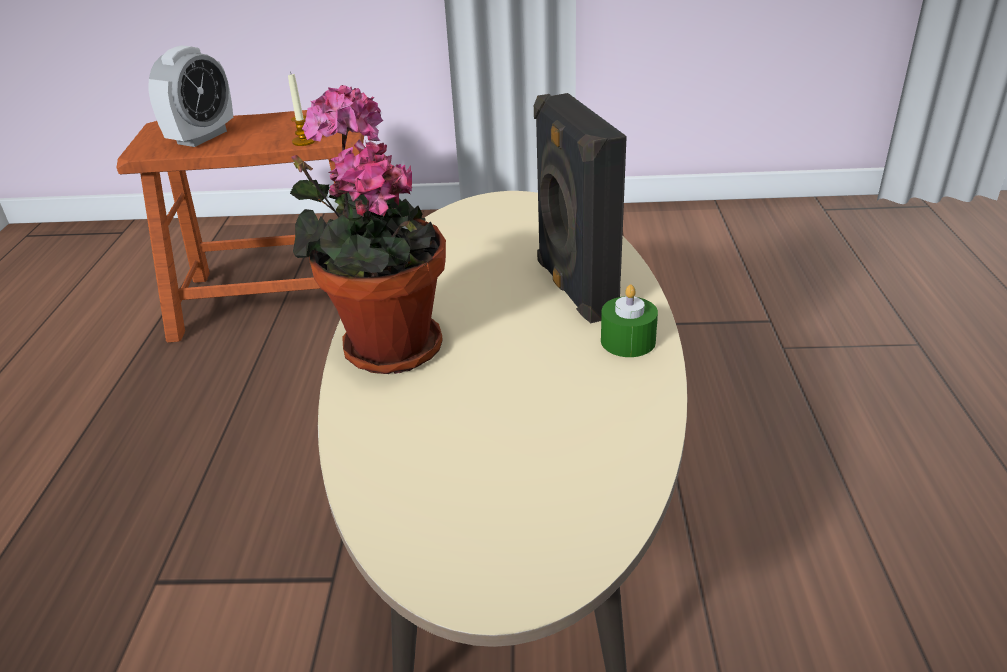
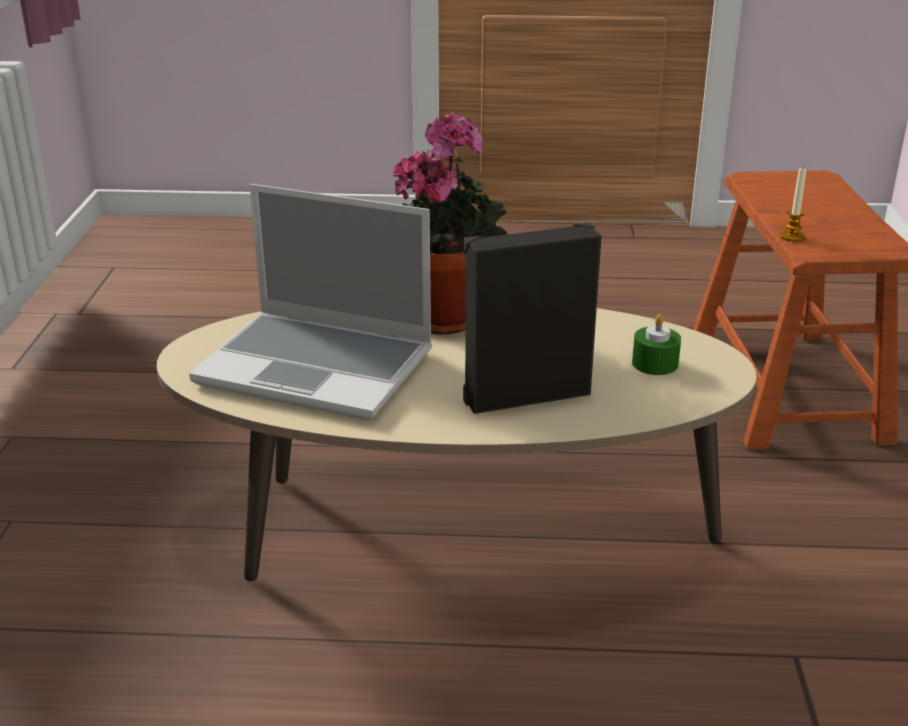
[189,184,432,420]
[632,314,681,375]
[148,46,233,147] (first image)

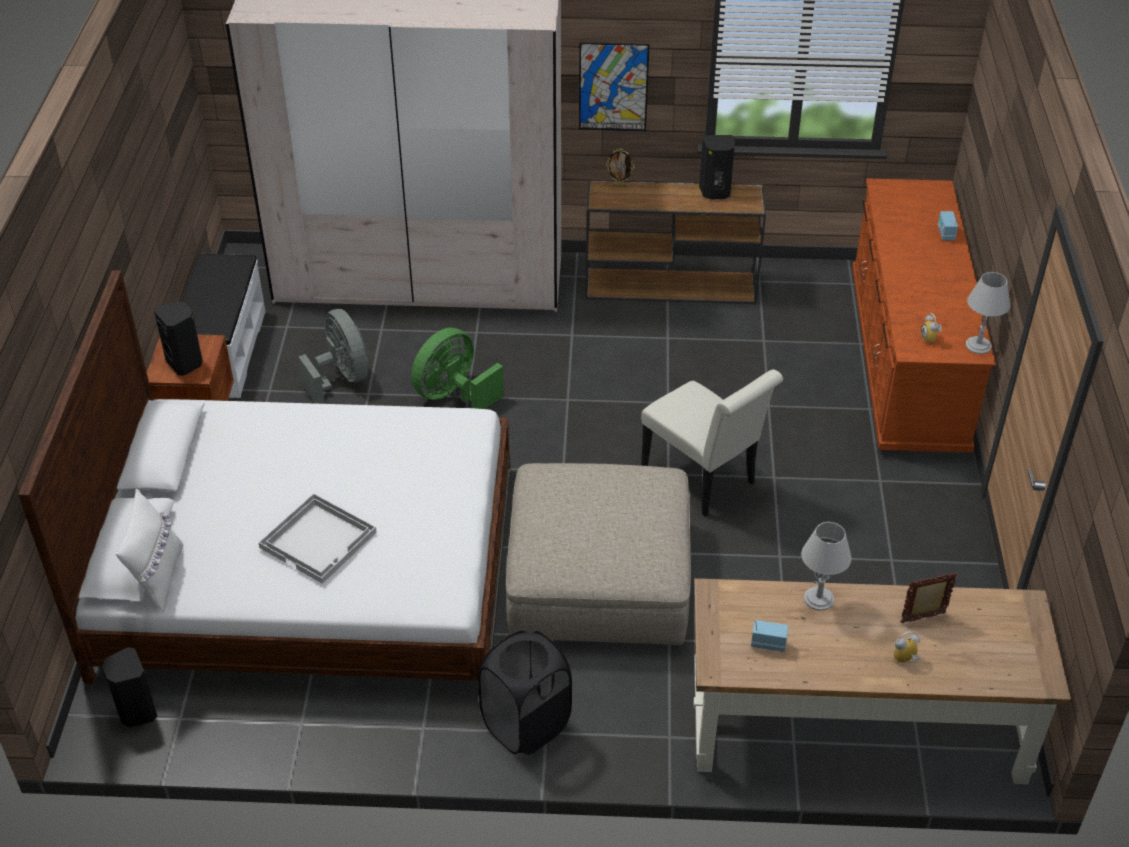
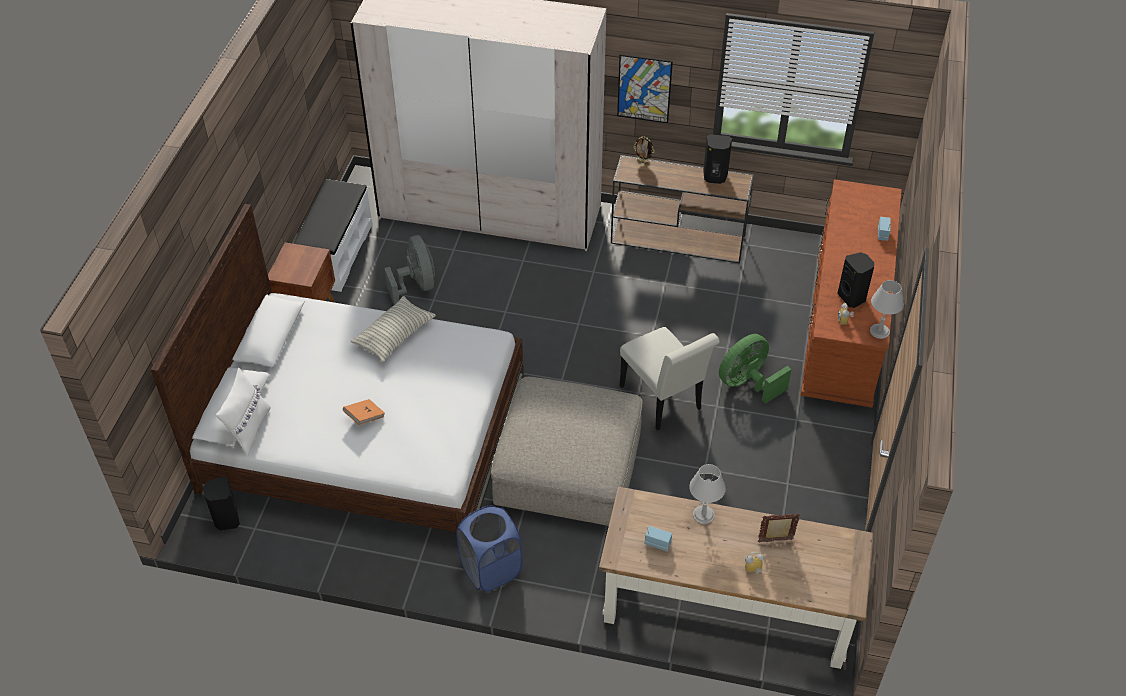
[343,399,385,425]
[351,296,436,363]
[456,505,523,592]
[719,334,792,403]
[837,252,874,308]

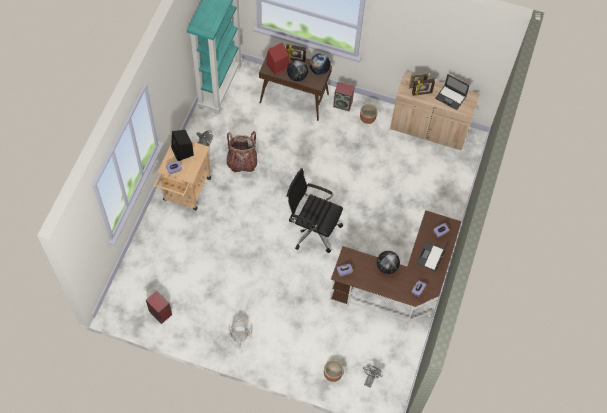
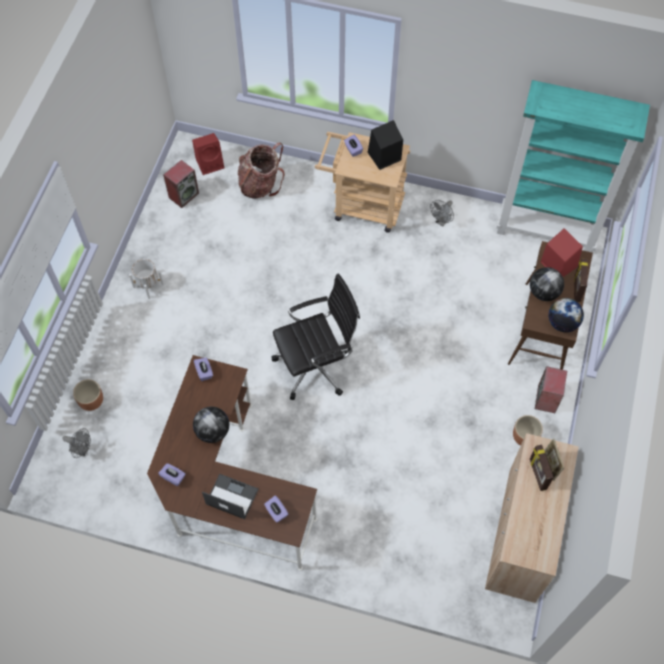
[192,133,224,175]
[238,142,285,199]
[272,274,360,400]
[435,74,470,110] (first image)

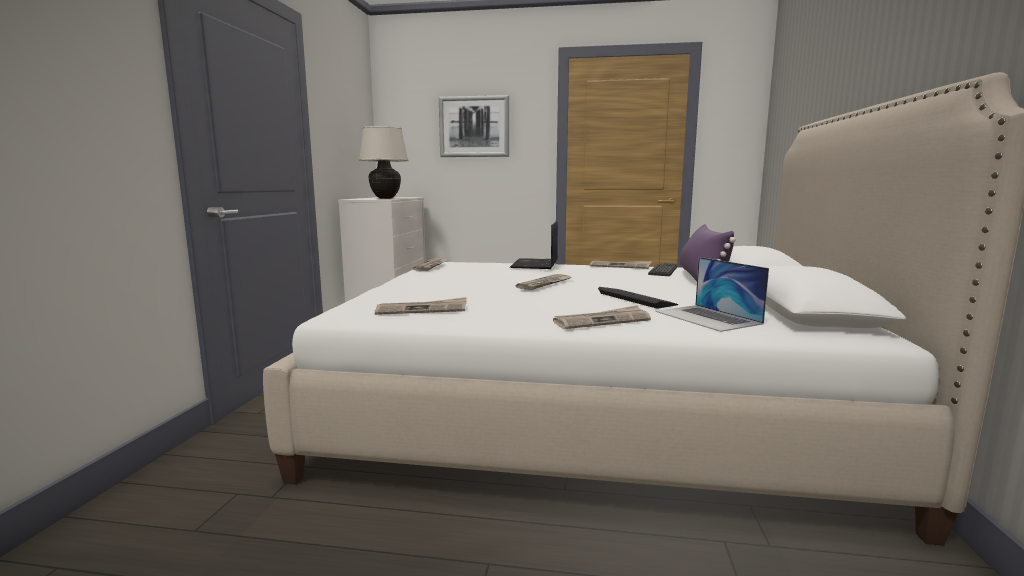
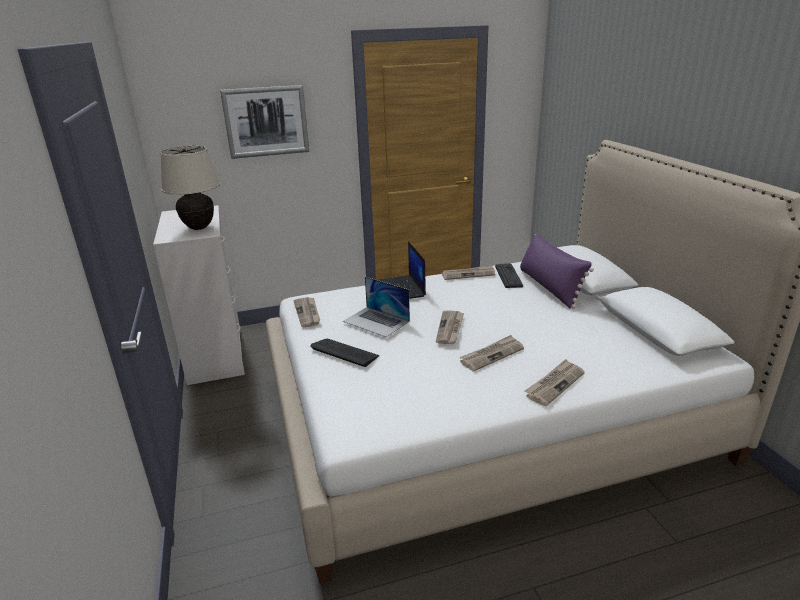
[310,339,379,367]
[343,277,410,337]
[460,335,524,371]

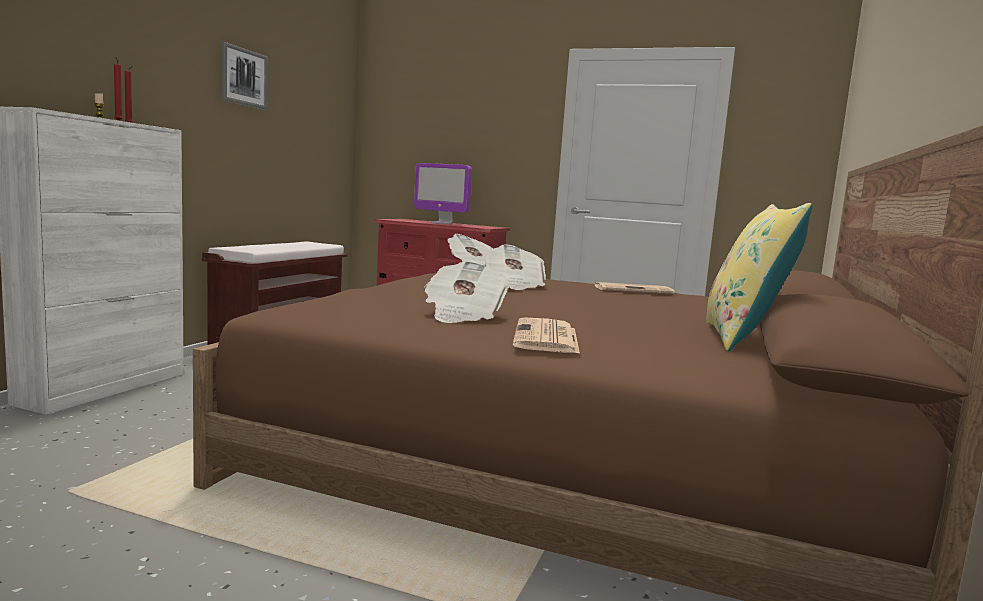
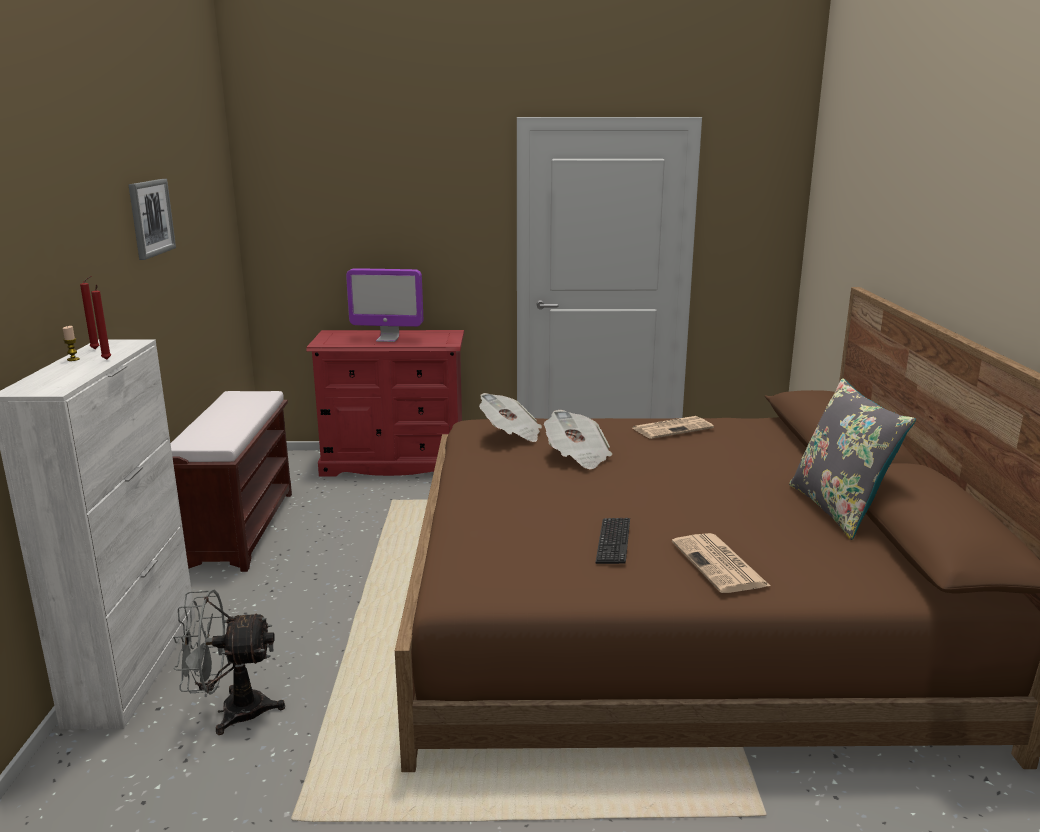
[173,590,285,735]
[596,518,630,564]
[789,378,916,540]

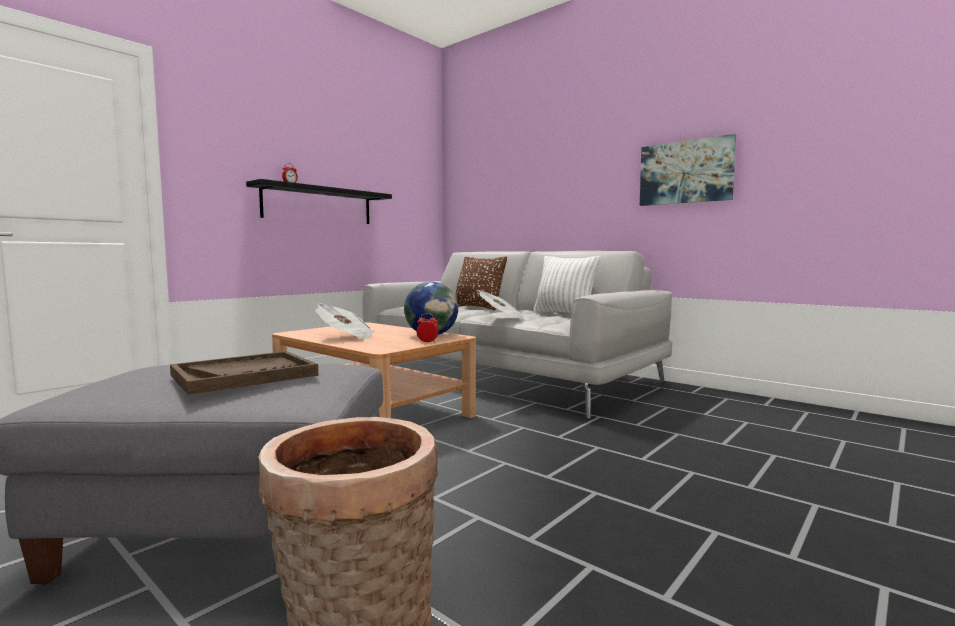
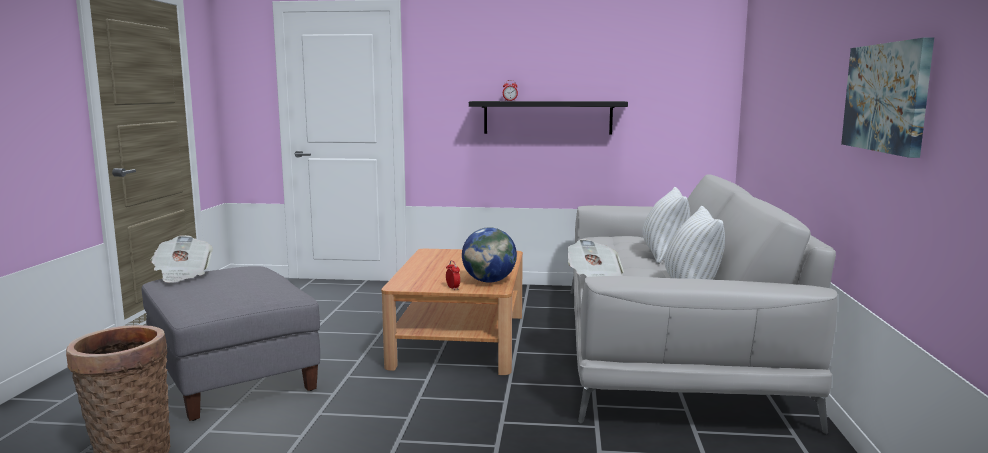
[151,235,213,283]
[643,187,690,264]
[170,351,318,395] (first image)

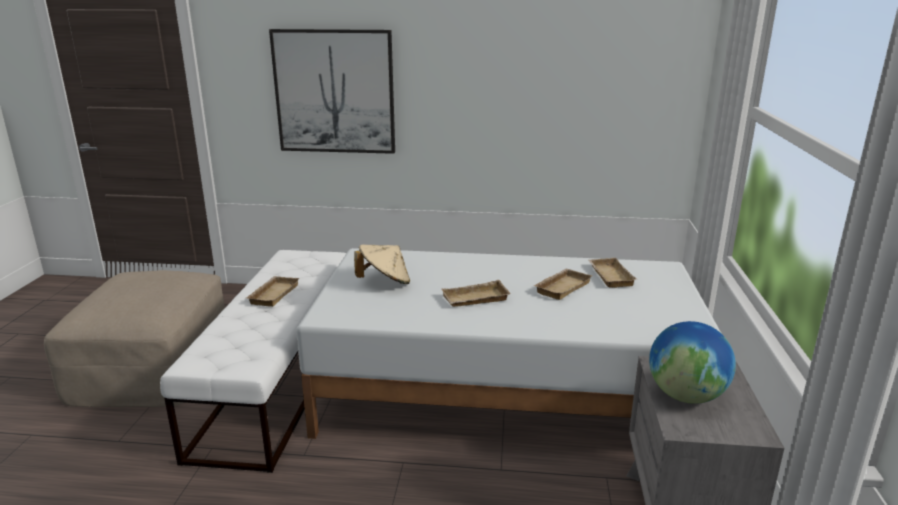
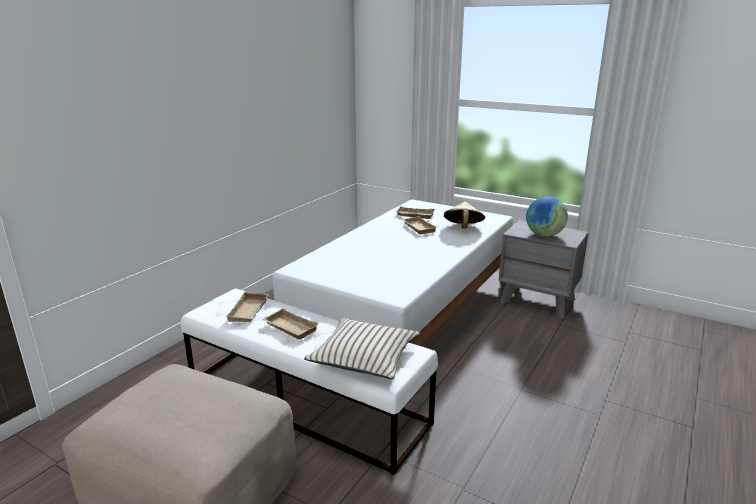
[225,292,269,322]
[304,318,420,379]
[444,202,485,229]
[269,29,395,154] (first image)

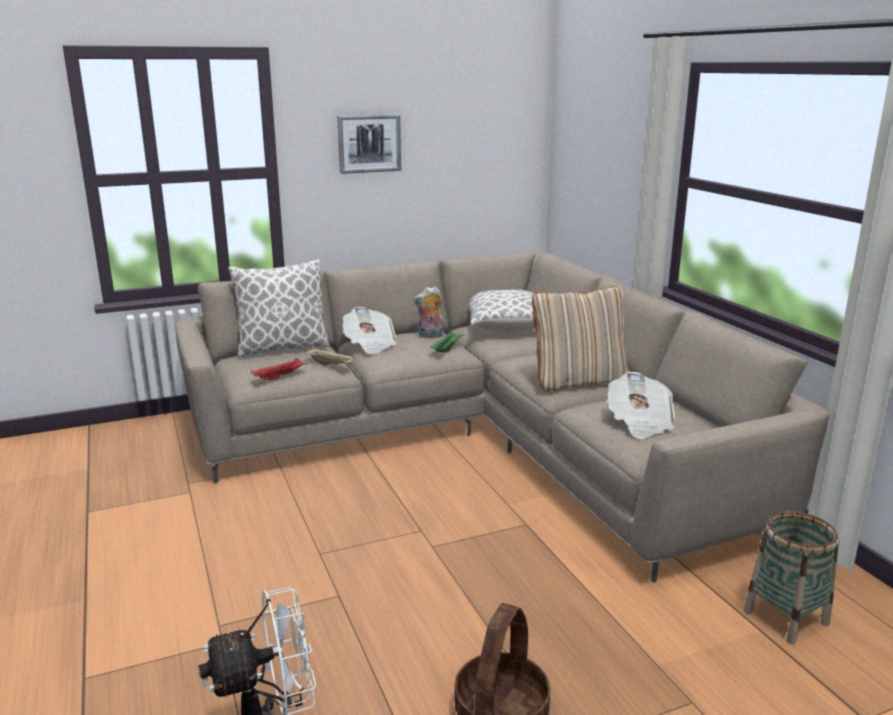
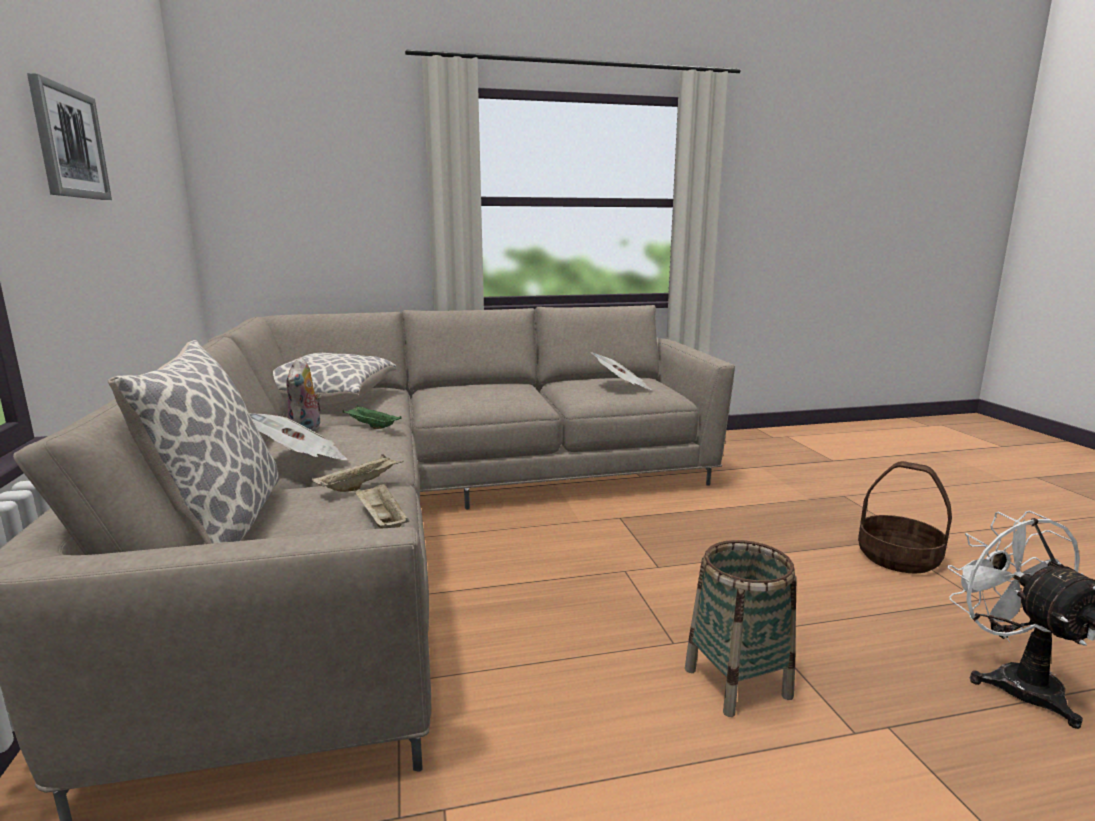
[354,482,410,529]
[685,540,796,717]
[532,286,630,392] (first image)

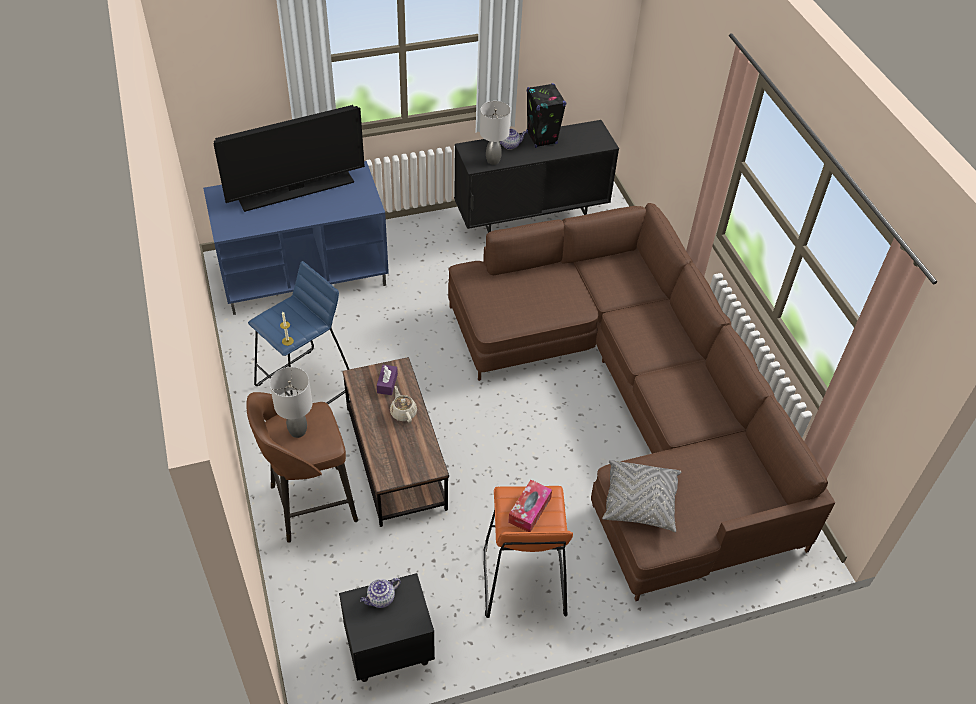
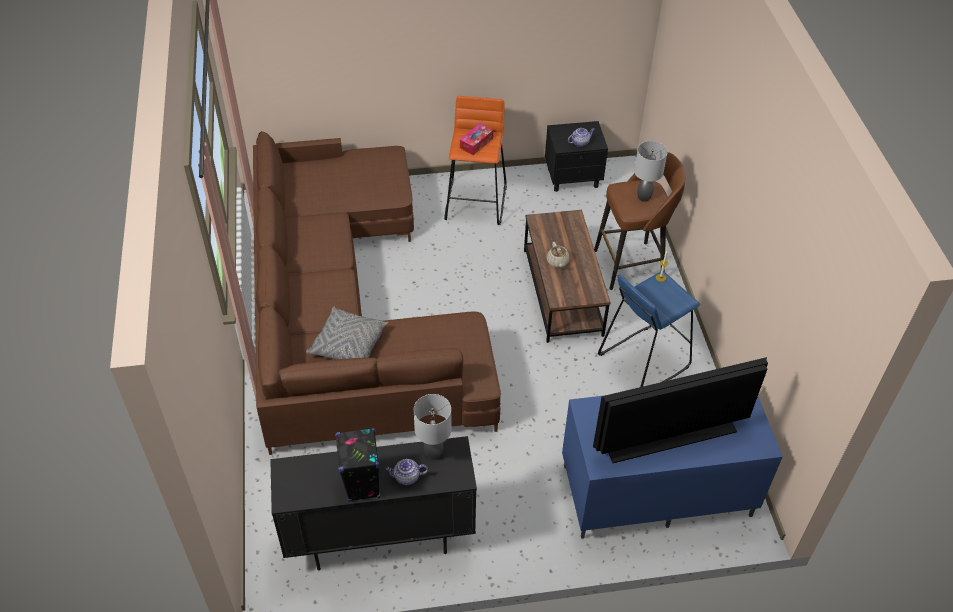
[306,306,389,360]
[377,365,398,395] (first image)

